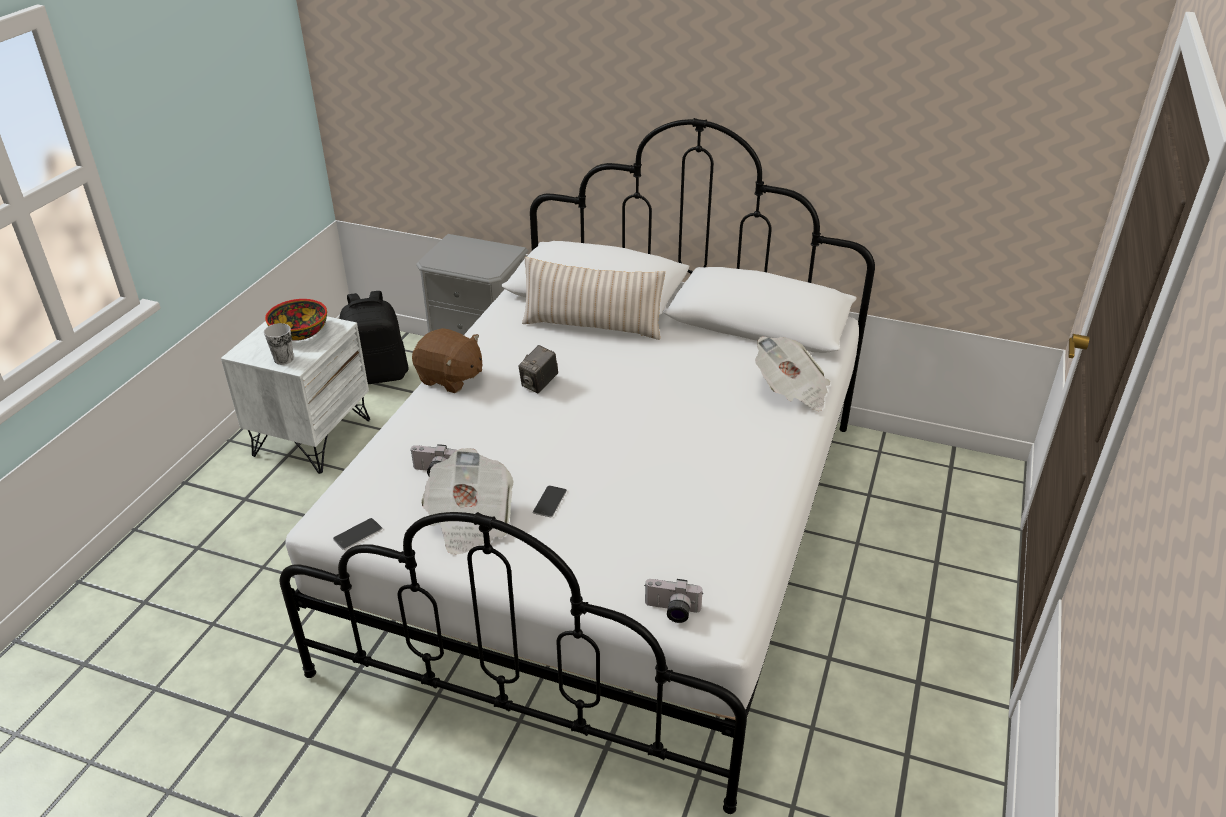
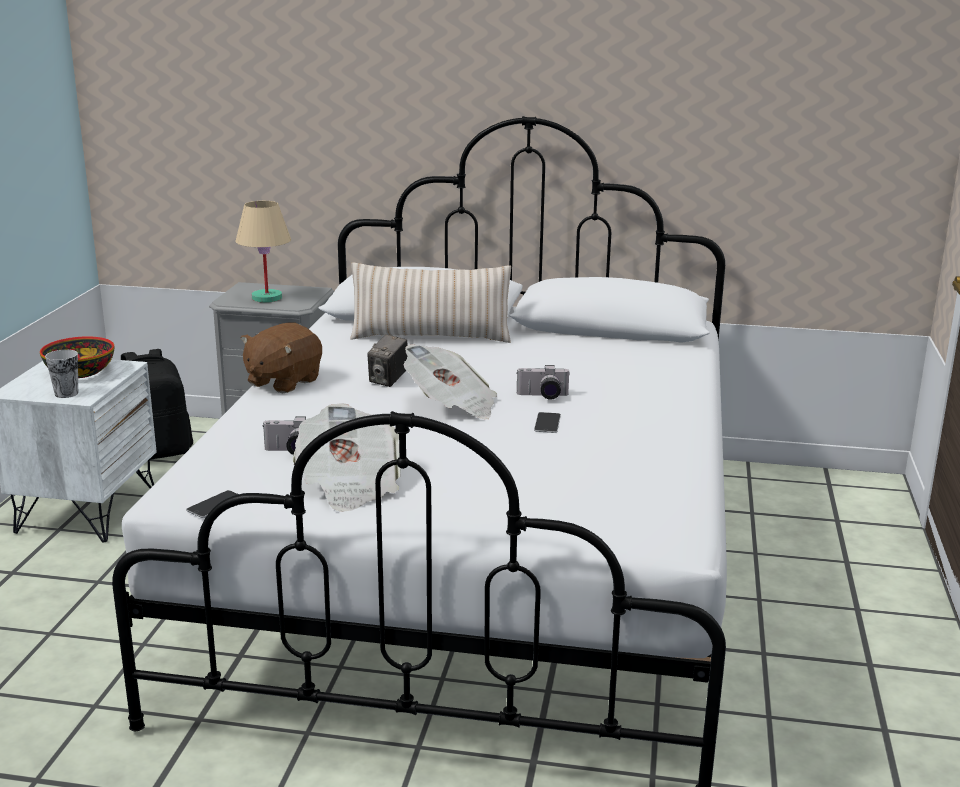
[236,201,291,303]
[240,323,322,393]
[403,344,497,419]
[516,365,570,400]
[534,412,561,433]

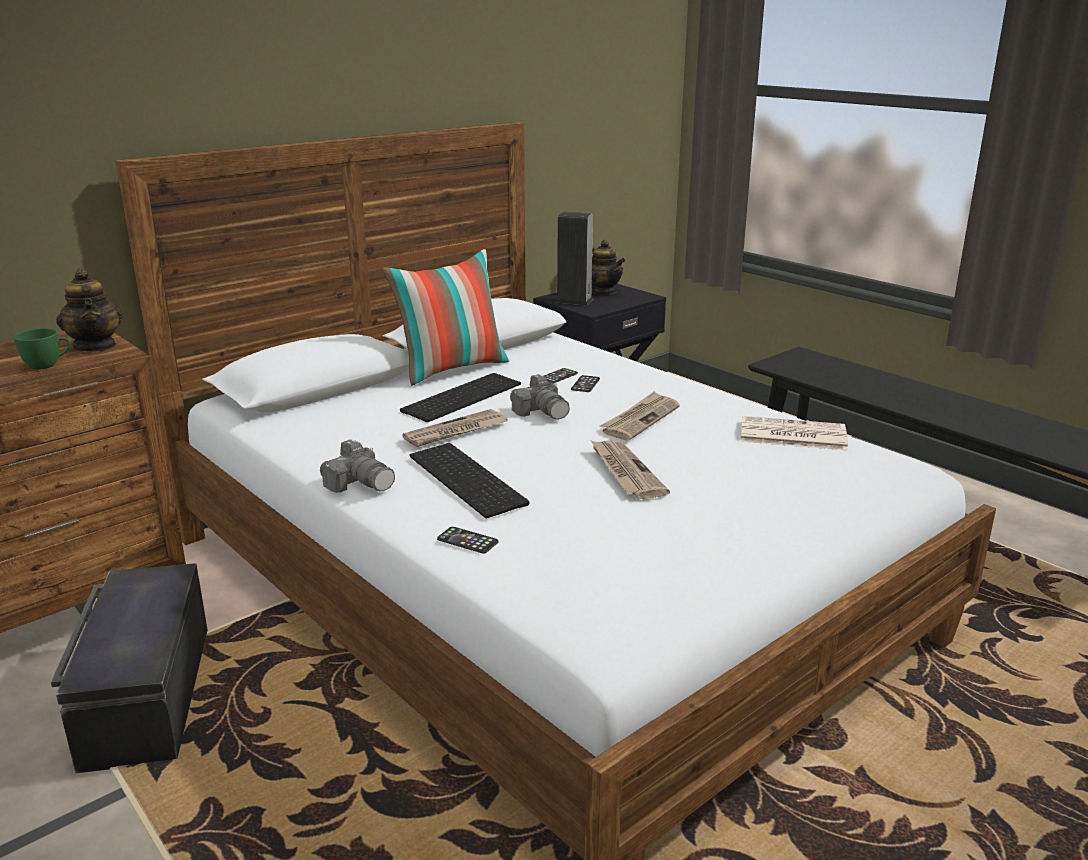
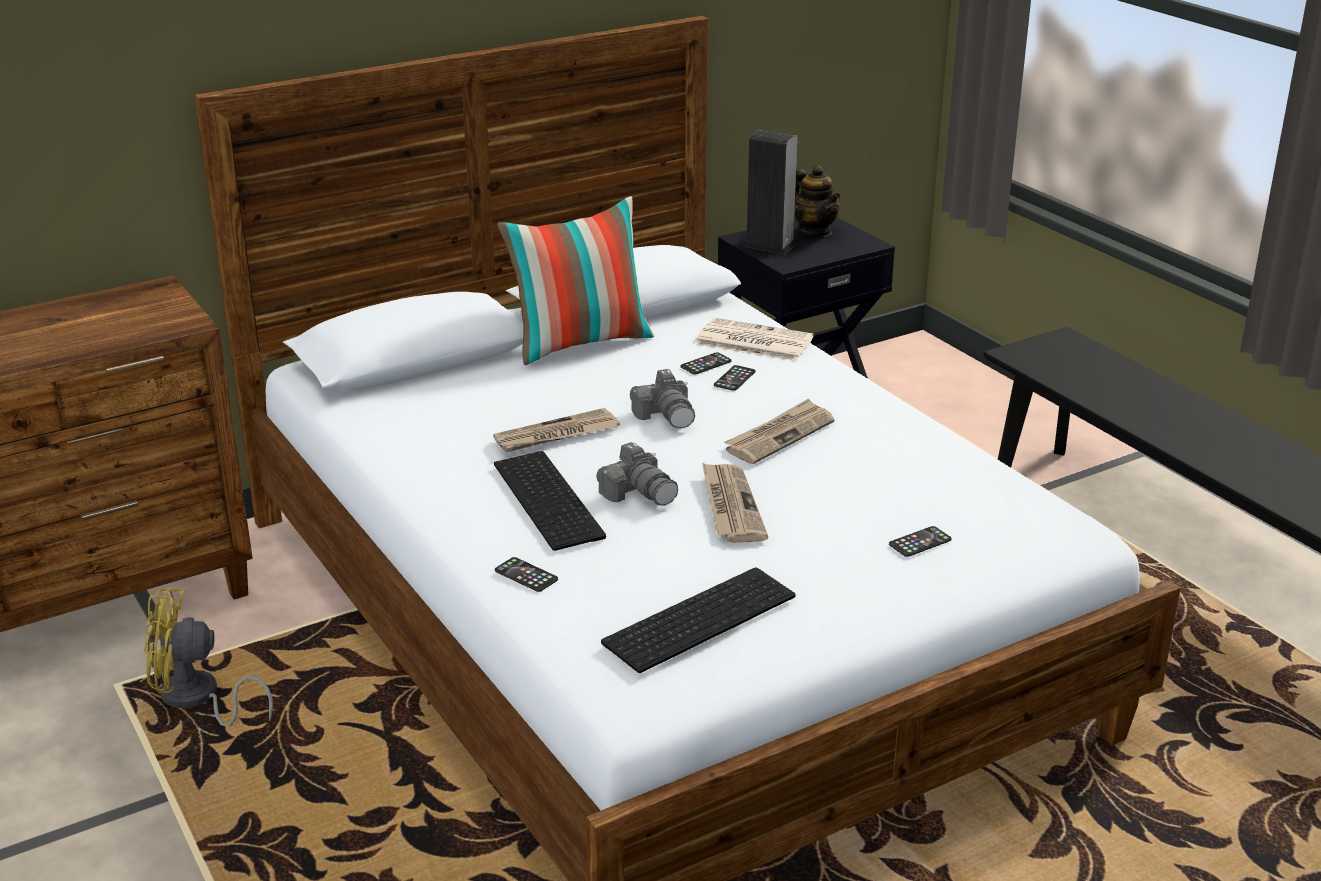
[144,588,273,726]
[596,442,678,506]
[601,567,796,673]
[695,317,814,361]
[889,526,952,557]
[14,328,71,370] (first image)
[56,268,122,352] (first image)

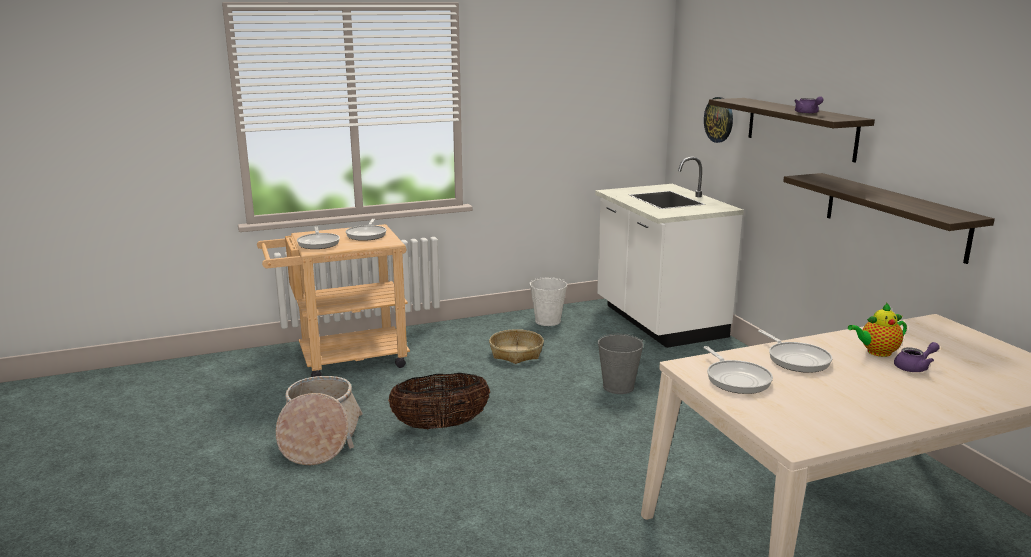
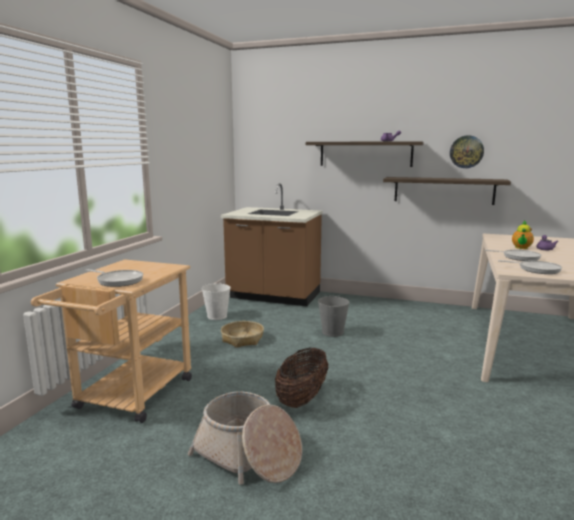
[221,183,323,306]
[450,135,484,168]
[346,219,386,241] (first image)

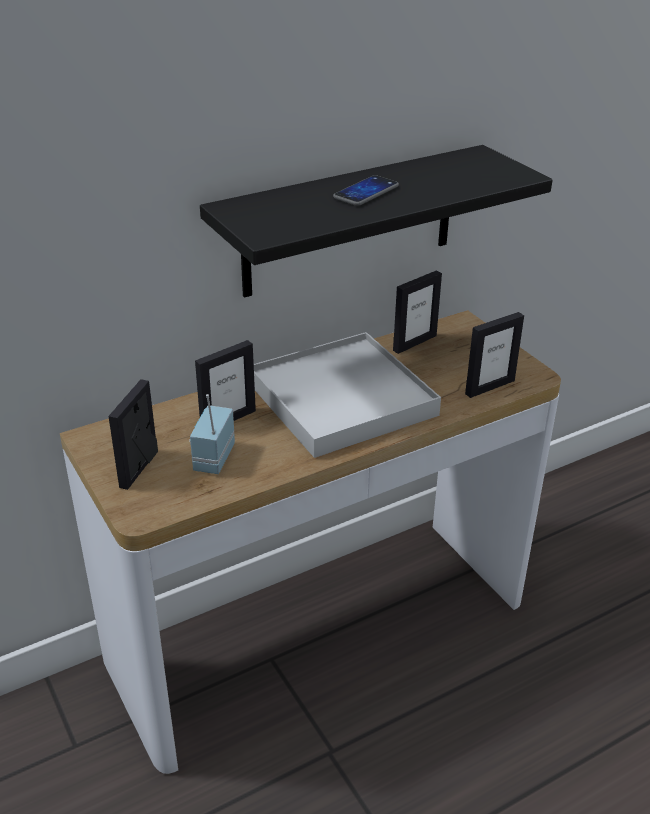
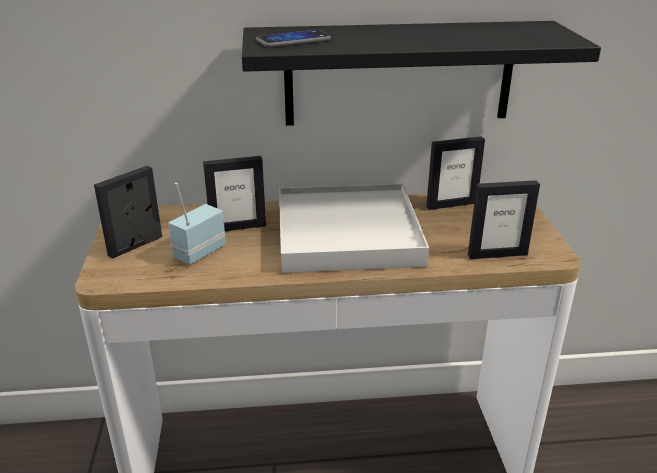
[256,30,331,47]

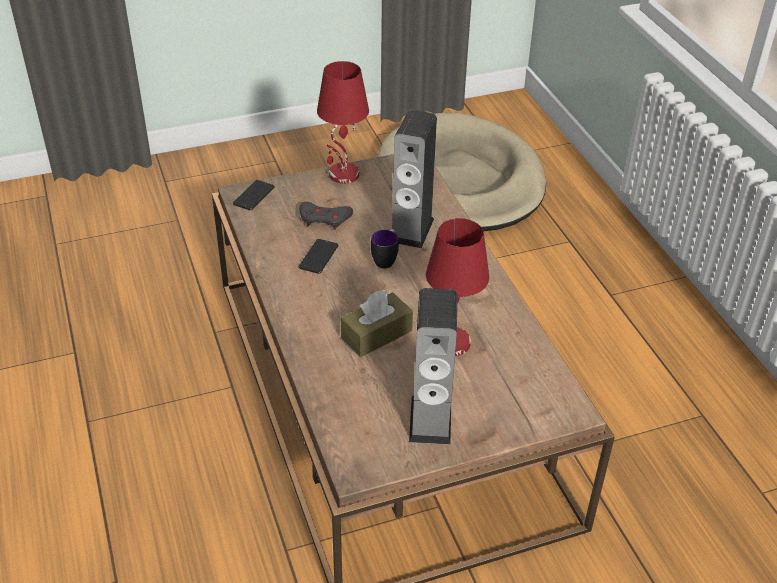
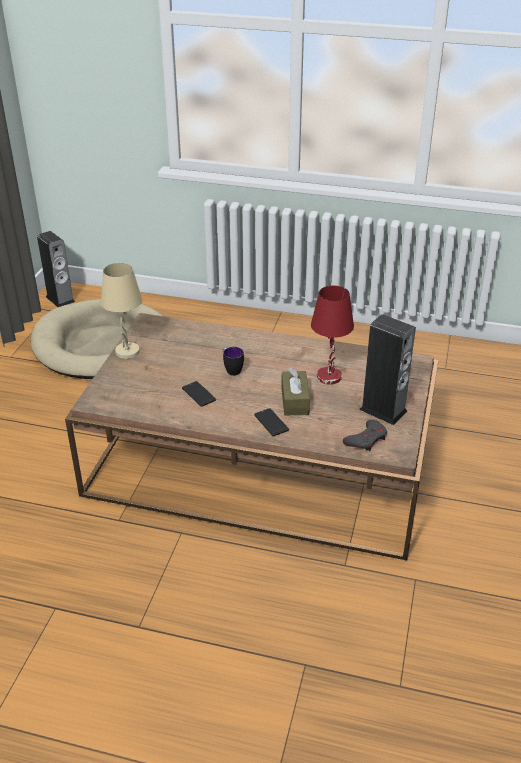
[37,231,75,307]
[101,263,142,359]
[254,408,289,436]
[343,420,387,451]

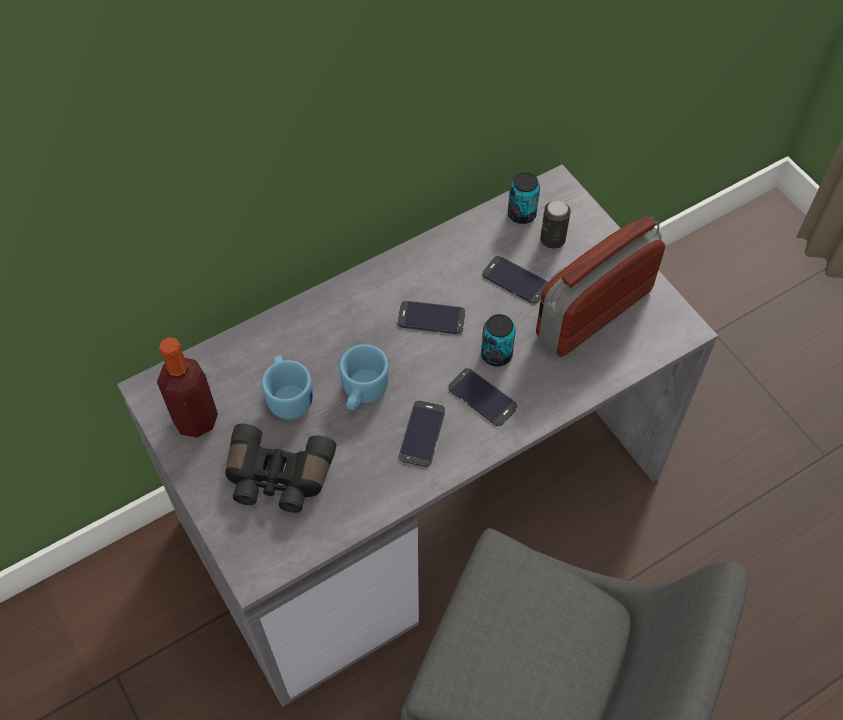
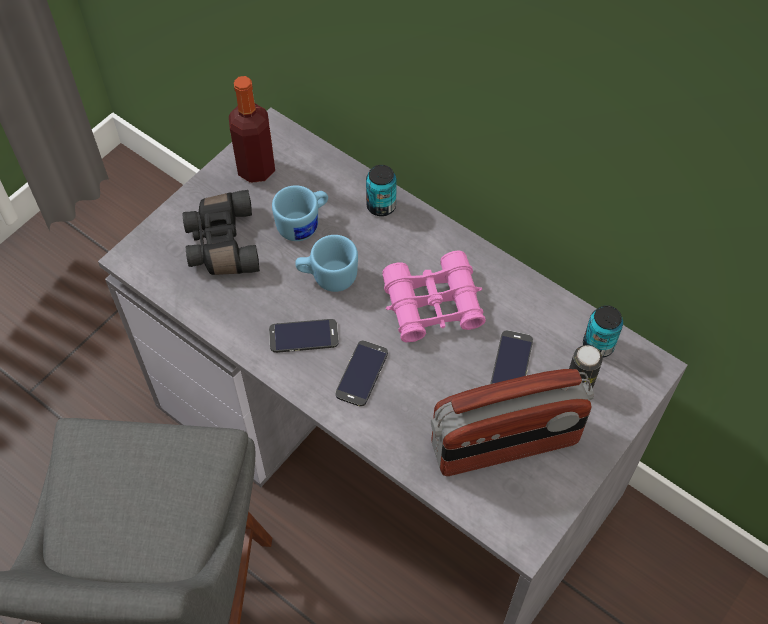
[366,165,397,216]
[382,251,486,342]
[431,369,594,476]

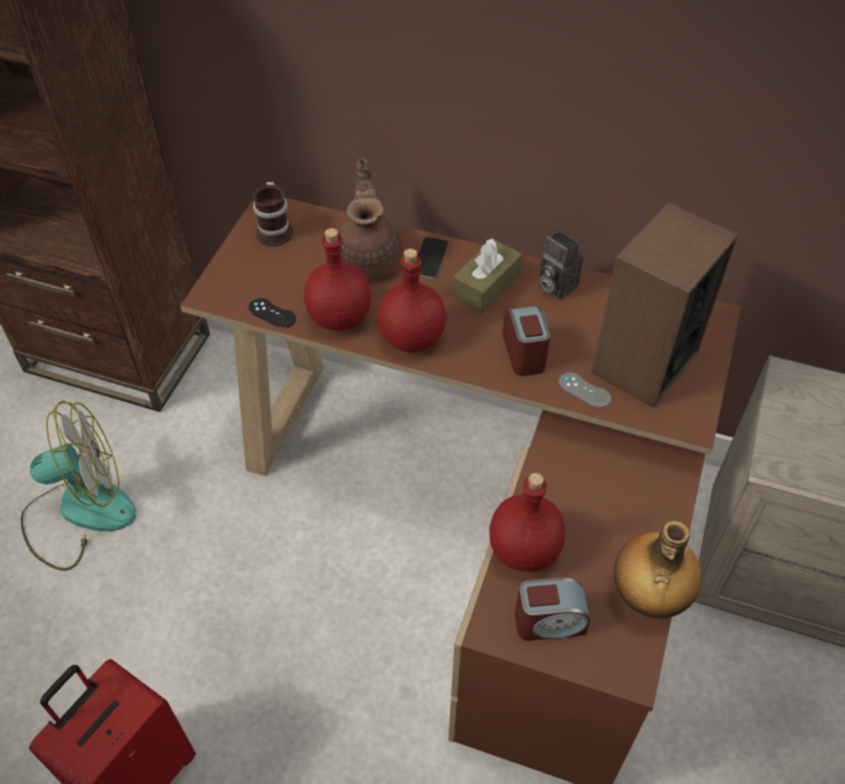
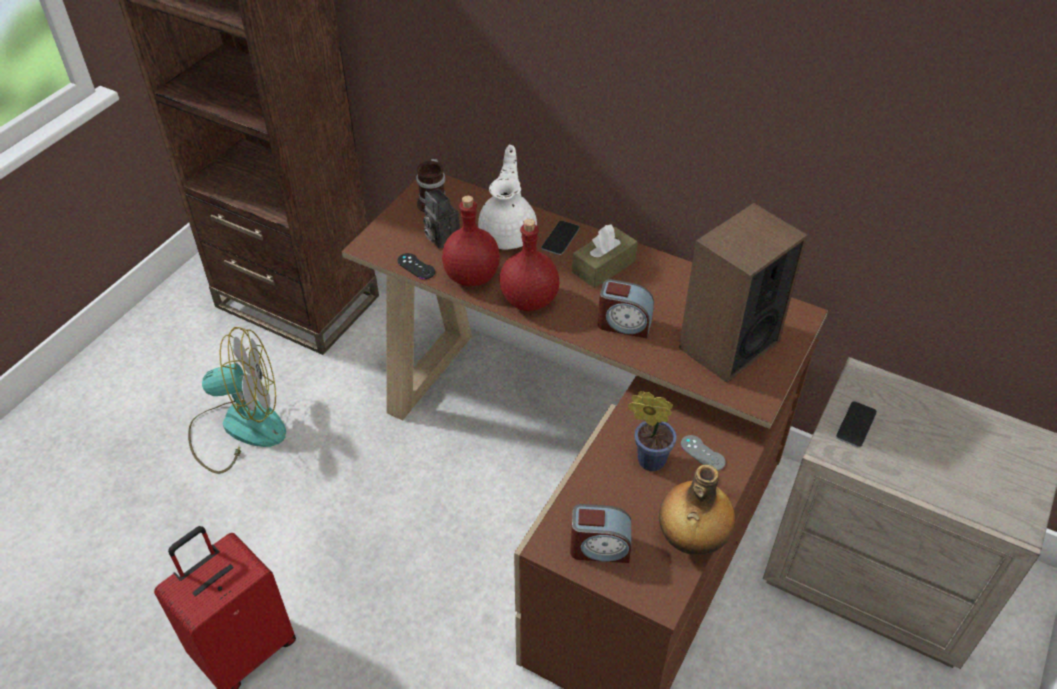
[423,188,460,249]
[478,145,537,250]
[598,279,654,338]
[628,391,677,471]
[681,435,726,471]
[836,401,877,448]
[489,473,565,572] (first image)

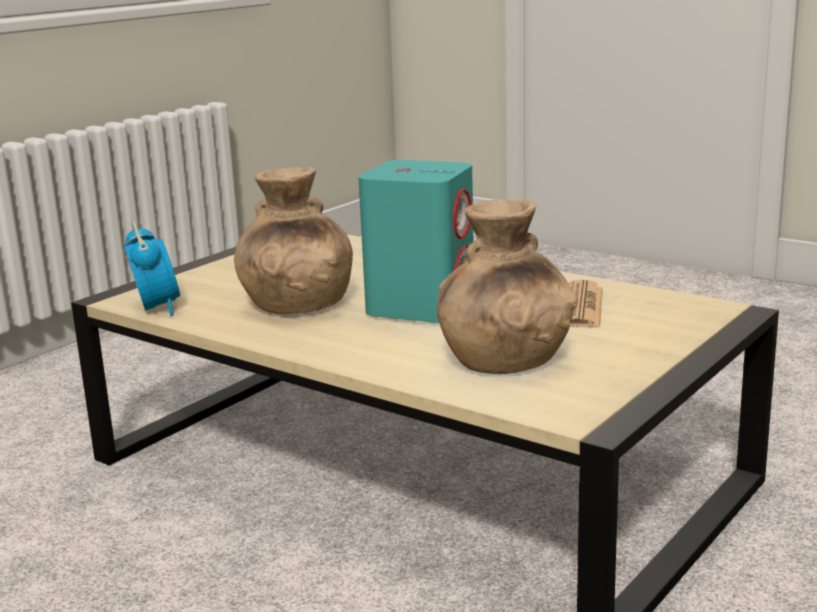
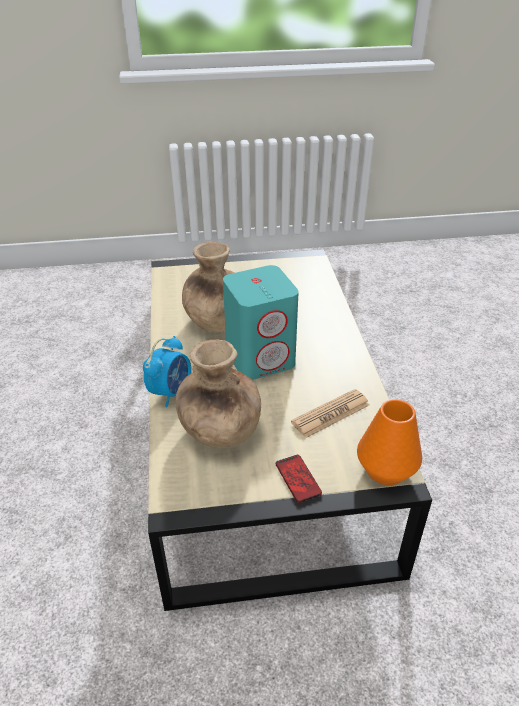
[143,336,191,407]
[276,455,322,503]
[357,399,422,485]

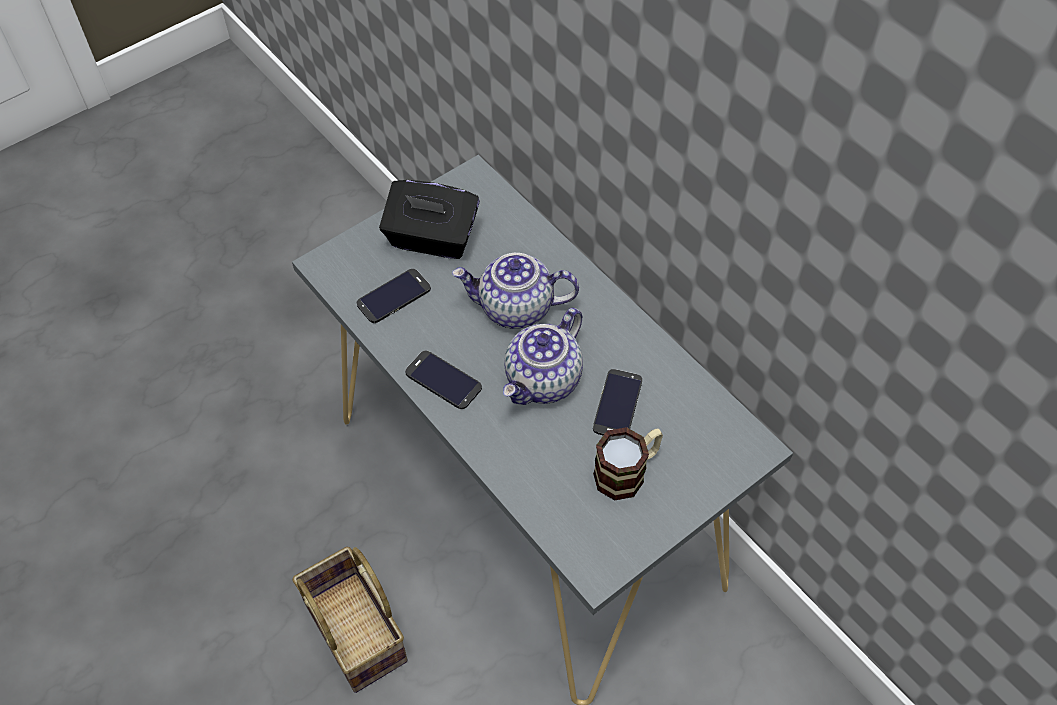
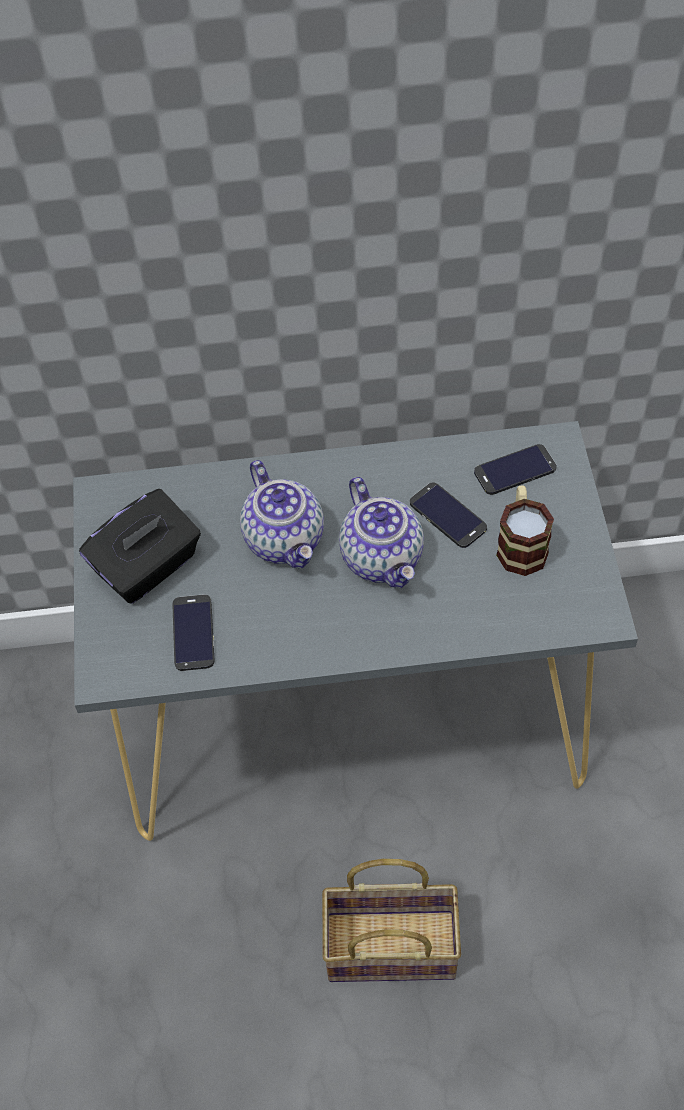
[240,460,324,569]
[474,444,557,495]

